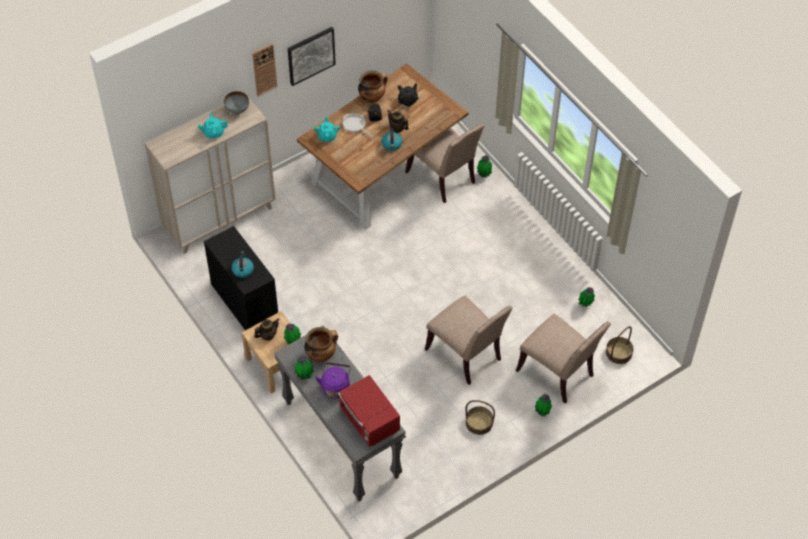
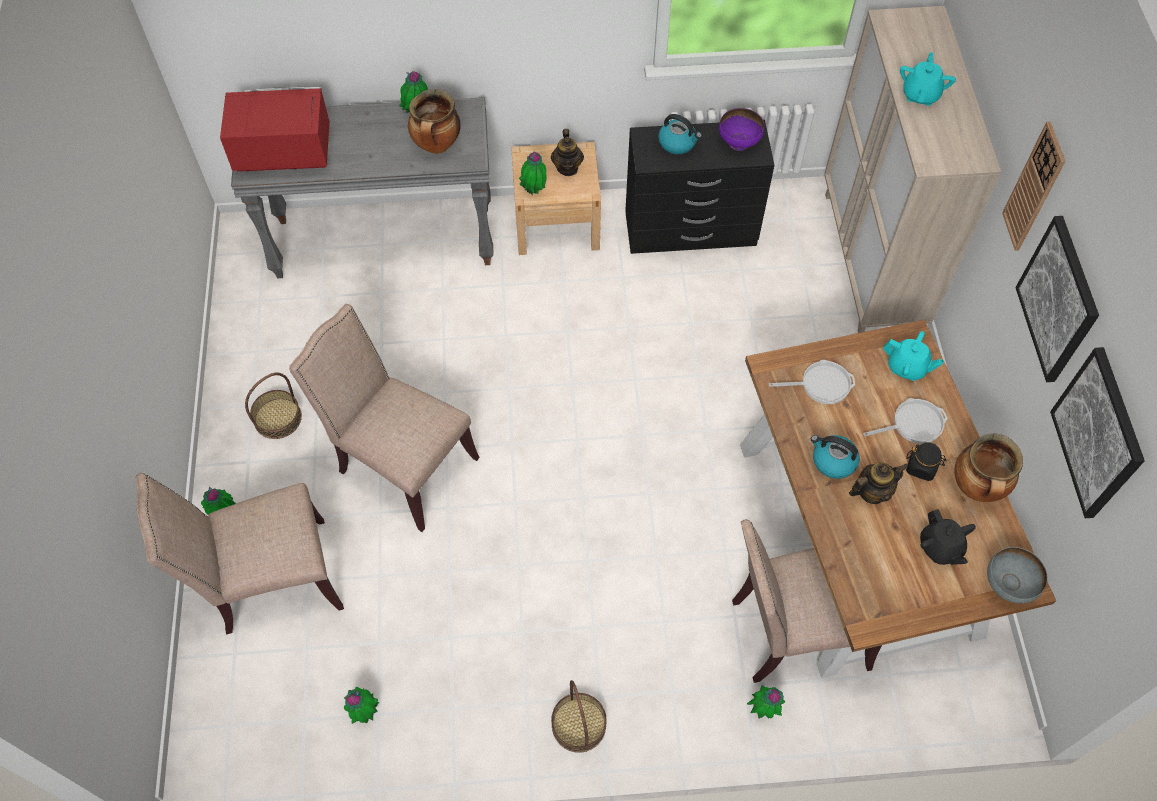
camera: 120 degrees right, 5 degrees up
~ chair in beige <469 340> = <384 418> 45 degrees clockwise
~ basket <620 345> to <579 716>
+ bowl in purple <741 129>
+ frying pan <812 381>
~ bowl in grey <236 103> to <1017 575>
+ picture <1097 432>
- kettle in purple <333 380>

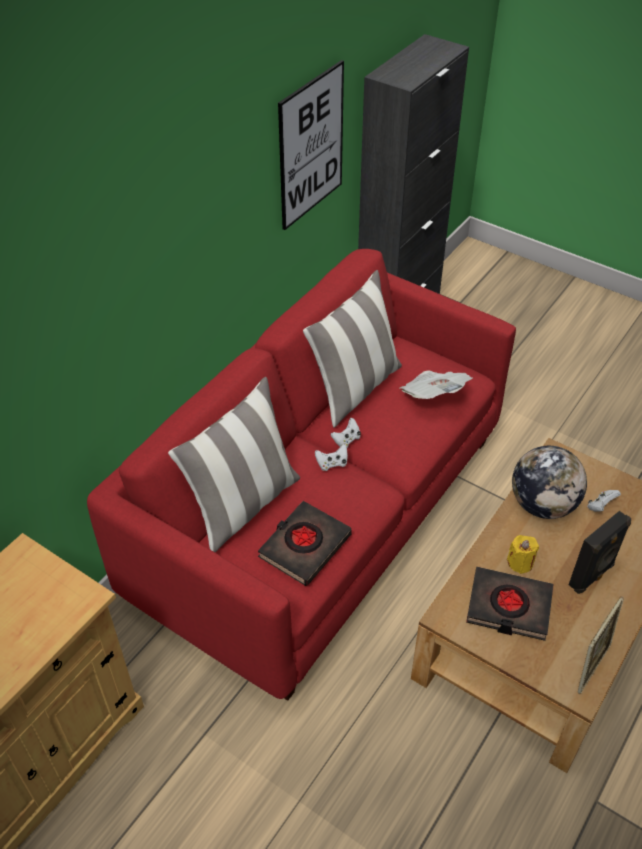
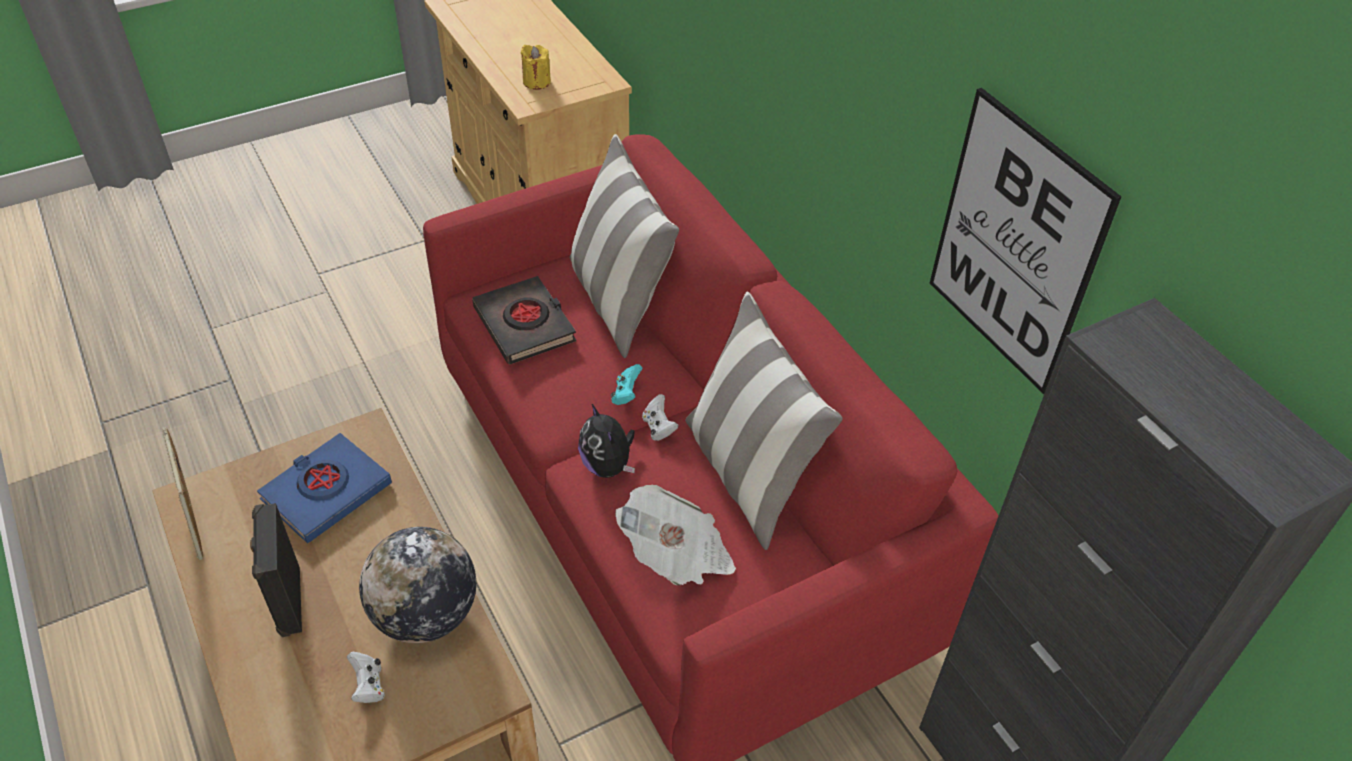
camera: 115 degrees right, 0 degrees up
~ book in black <510 604> to book in blue <324 488>
~ candle in yellow <523 554> to <536 67>
+ plush toy <606 441>
~ game controller in white <331 457> to game controller in turquoise <627 384>

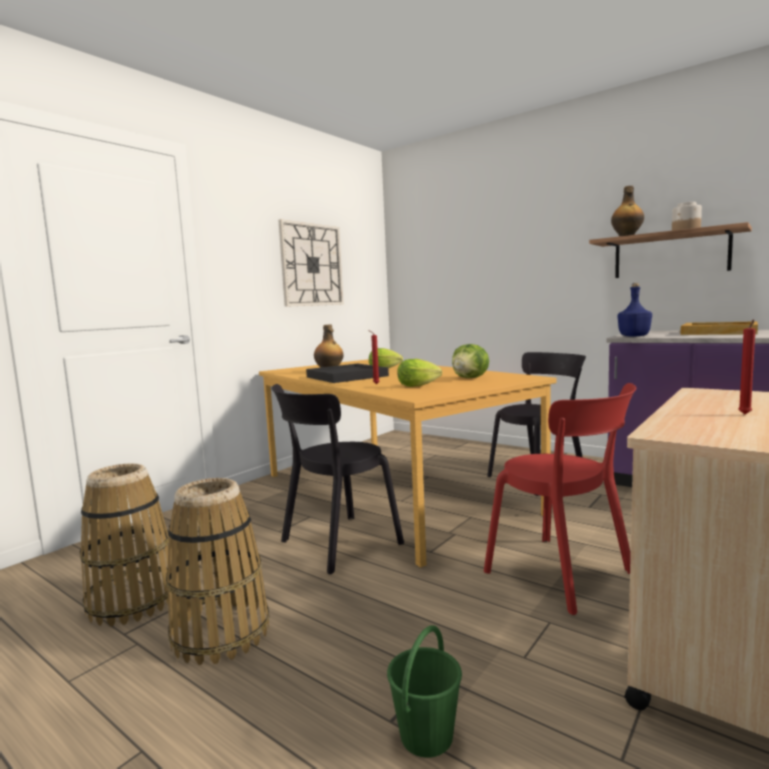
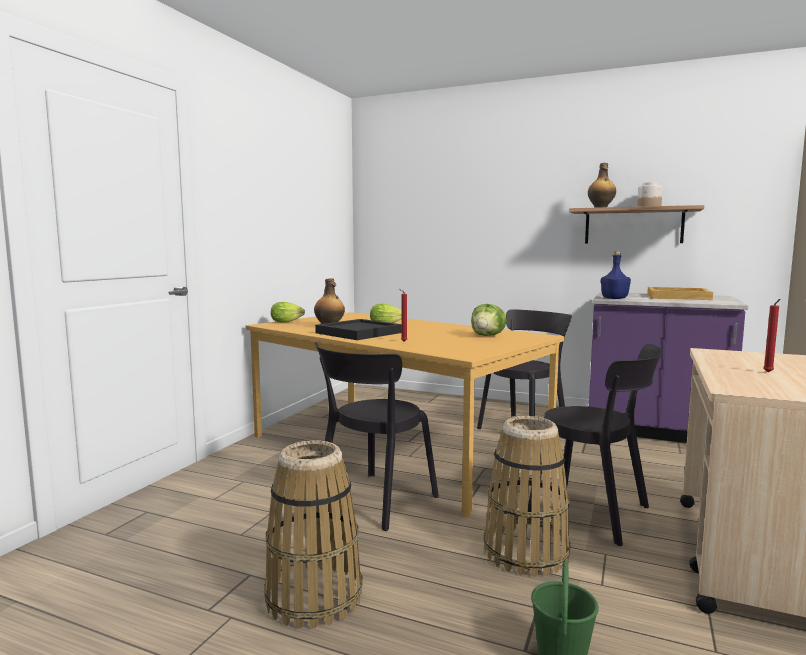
camera: 15 degrees left, 0 degrees up
~ lettuce <419 373> to <288 312>
~ basket <124 544> to <526 496>
~ chair in red <560 499> to chair in black <595 445>
- wall clock <311 263>

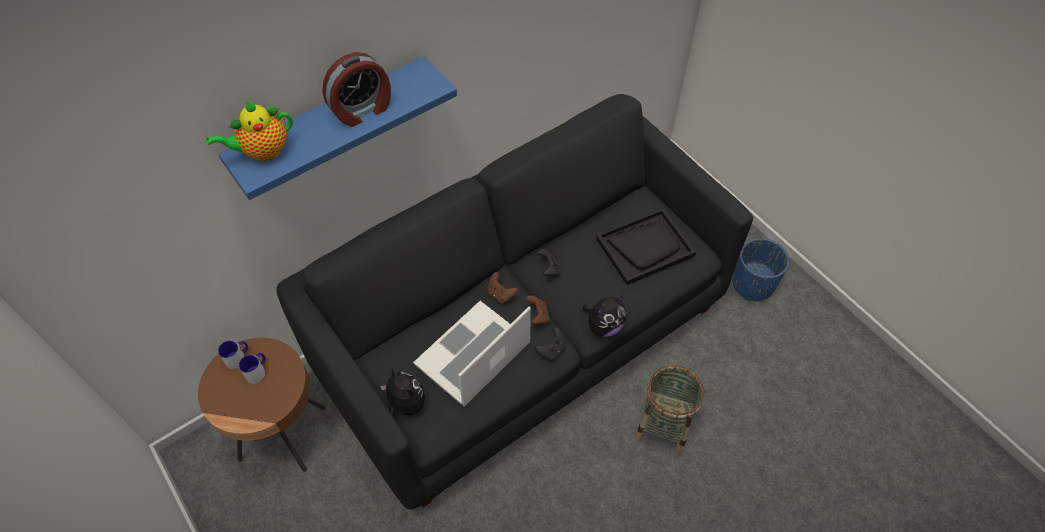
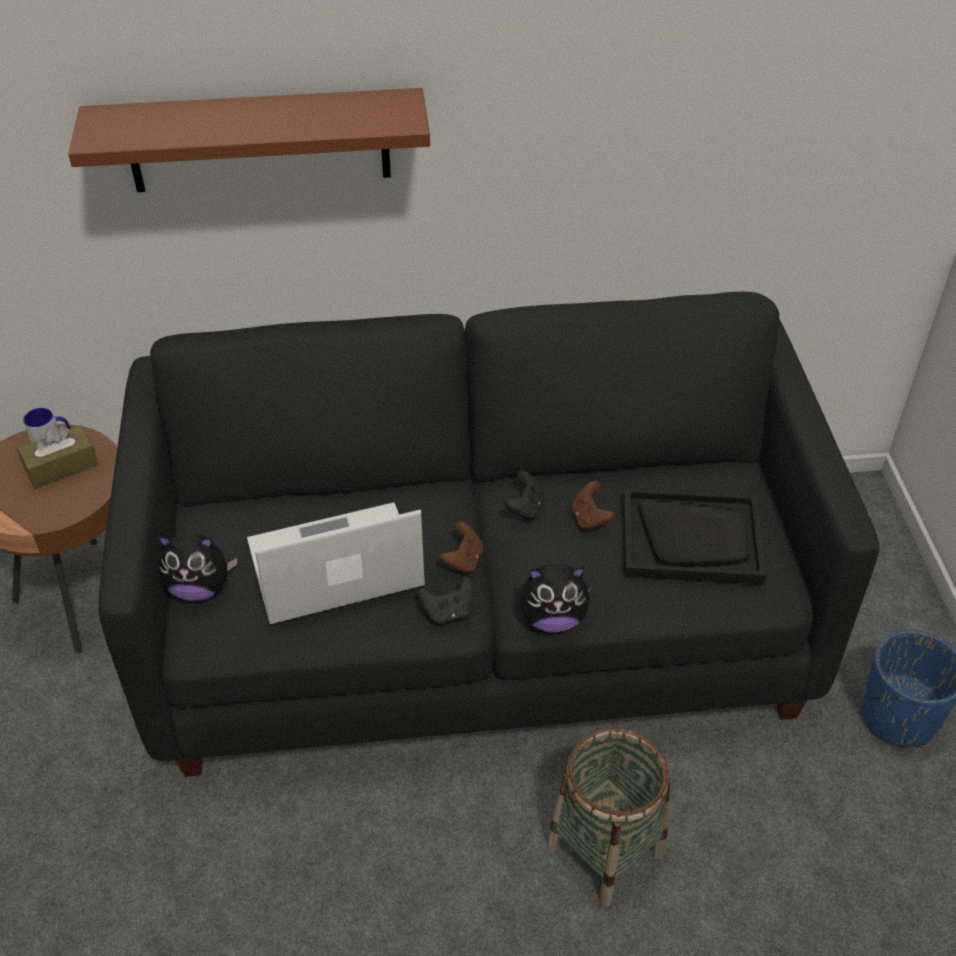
camera: 30 degrees right, 10 degrees down
~ mug <252 368> to tissue box in brown <58 457>
~ shelf in blue <338 128> to shelf in brown <249 140>
~ plush toy <402 392> = <197 567> 105 degrees clockwise
~ game controller in brown <502 287> to <593 506>
- teapot <249 131>
- alarm clock <357 89>

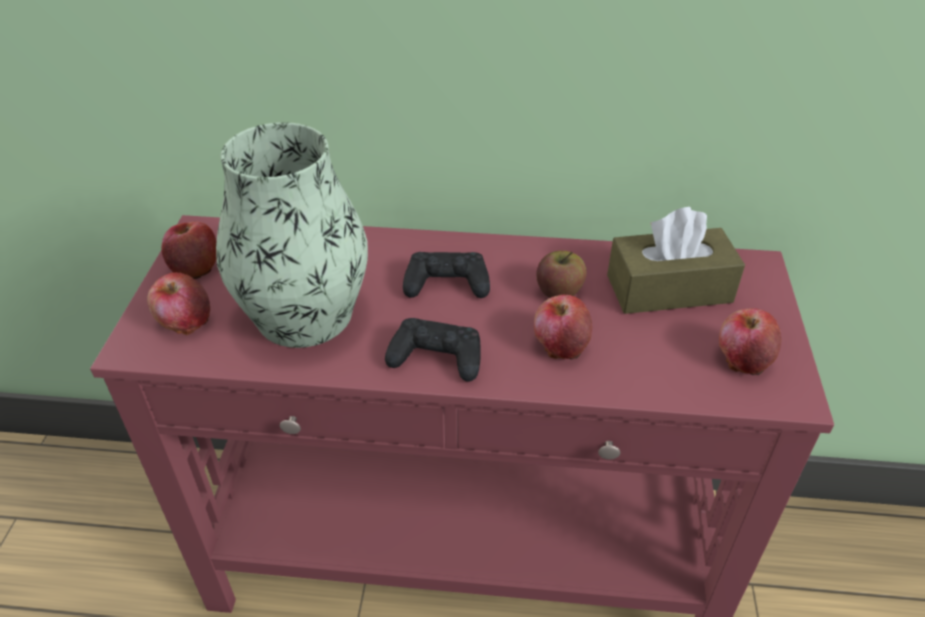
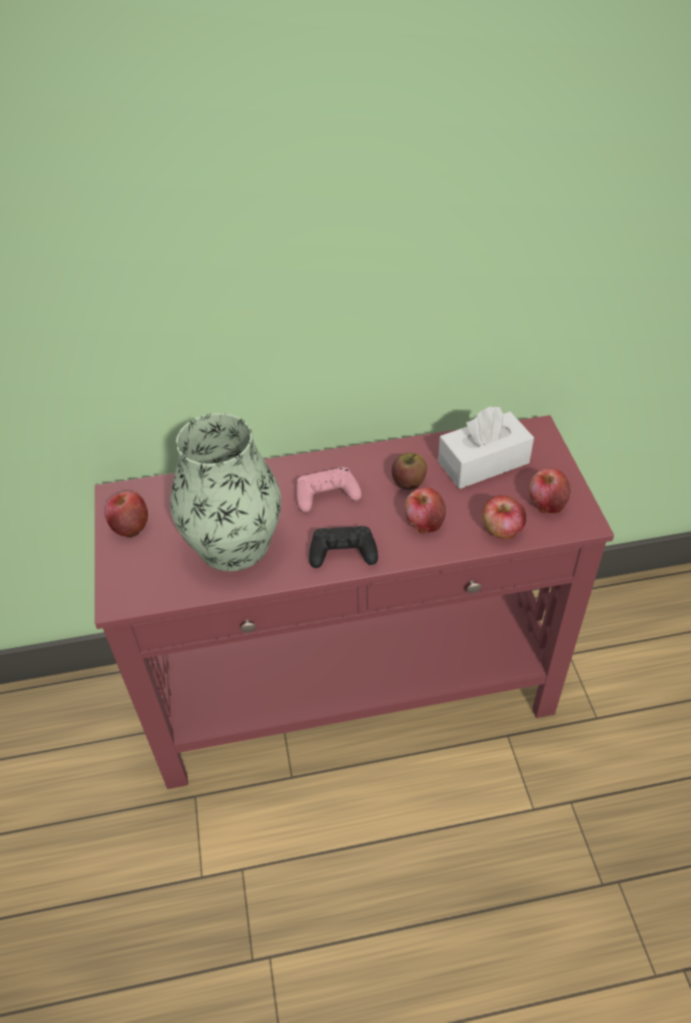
camera: 15 degrees left, 5 degrees up
~ game controller in black <446 275> to game controller in pink <329 489>
~ tissue box in brown <676 260> to tissue box in white <486 447>
~ apple <178 303> to <504 517>

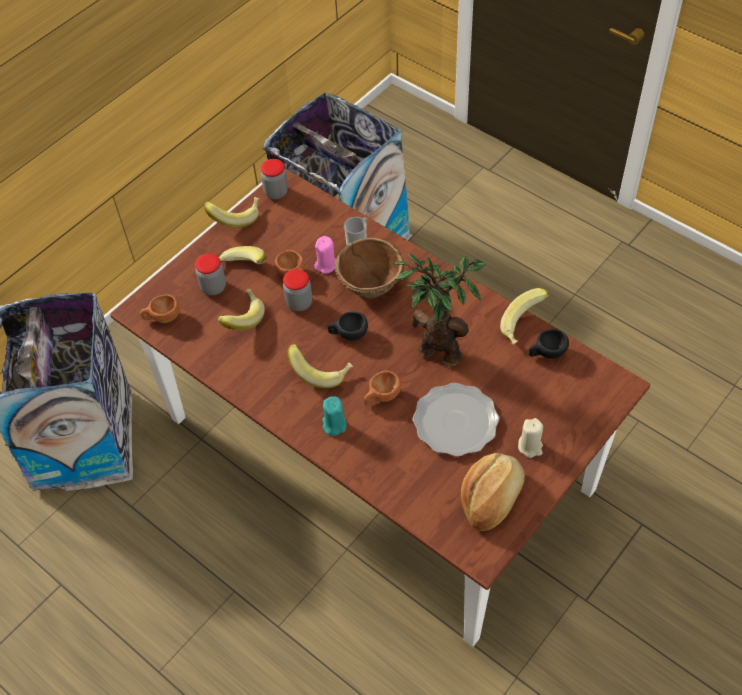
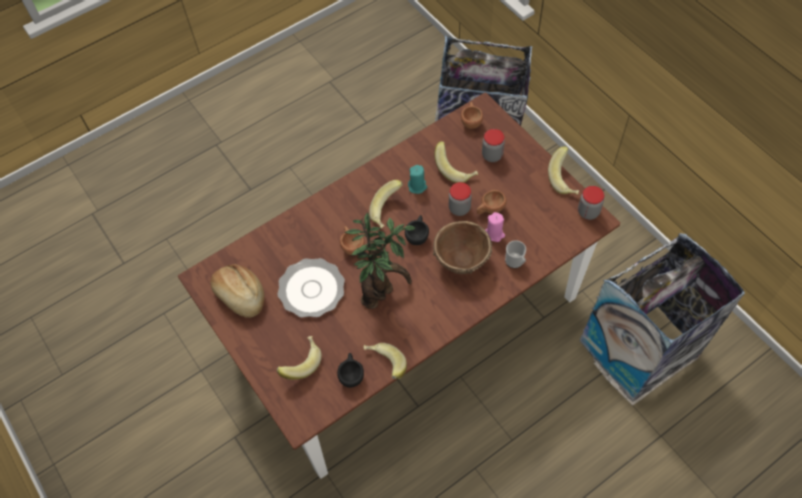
camera: 105 degrees right, 5 degrees up
~ banana <242 255> to <299 358>
~ candle in turquoise <334 416> to <417 179>
- candle in beige <530 438>

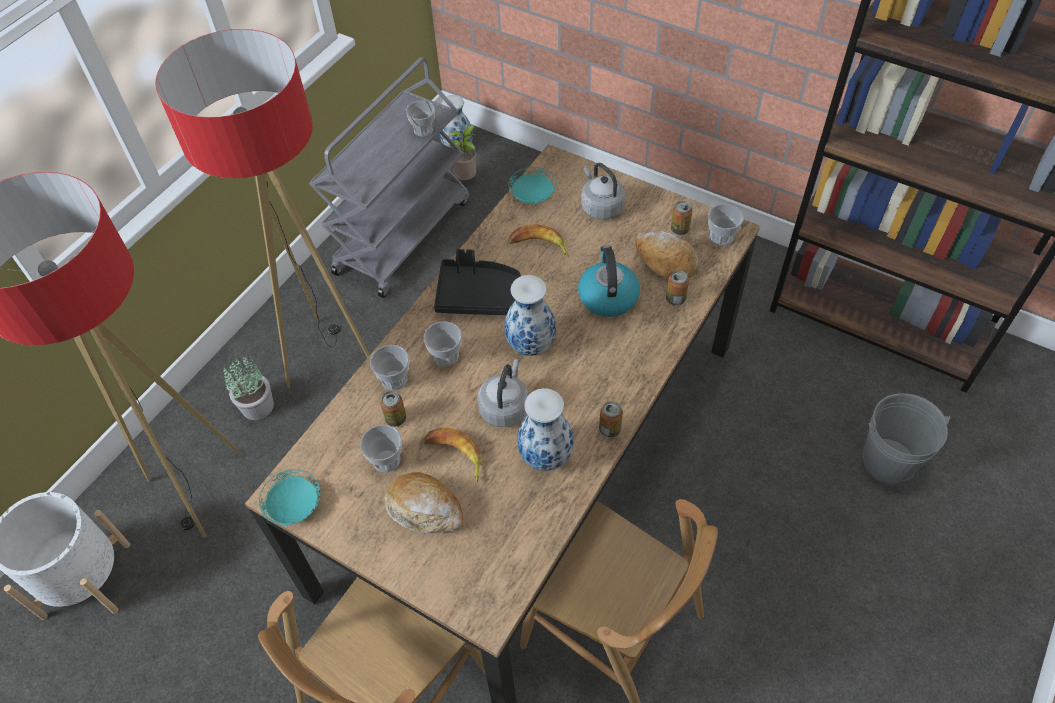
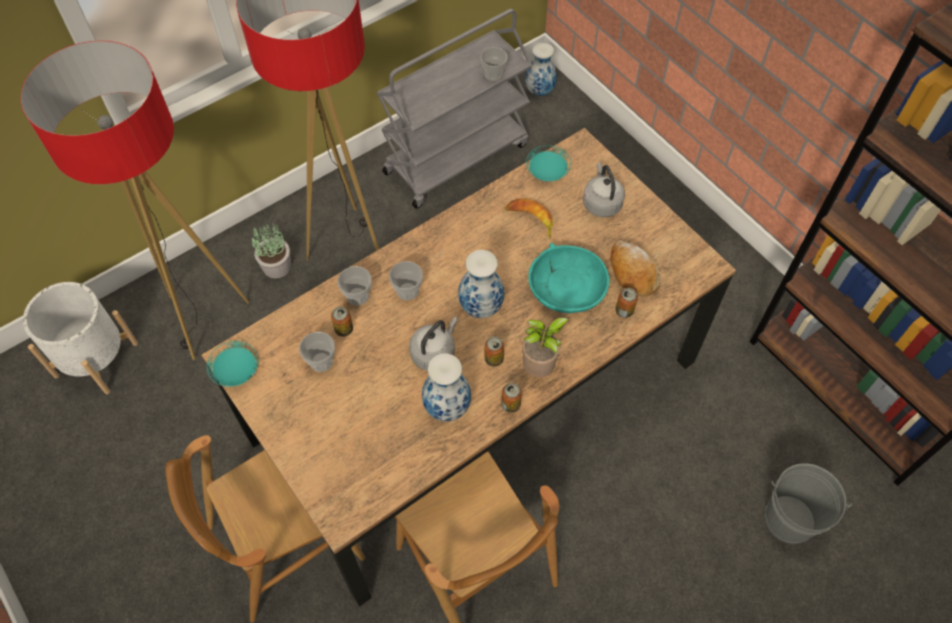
camera: 20 degrees right, 5 degrees up
~ can <681 218> to <494 351>
~ potted plant <462 152> to <545 347>
~ kettle <609 281> to bowl in turquoise <568 278>
- bread <423 502>
- banana <453 455>
- tray in black <477 282>
- cup <726 225>

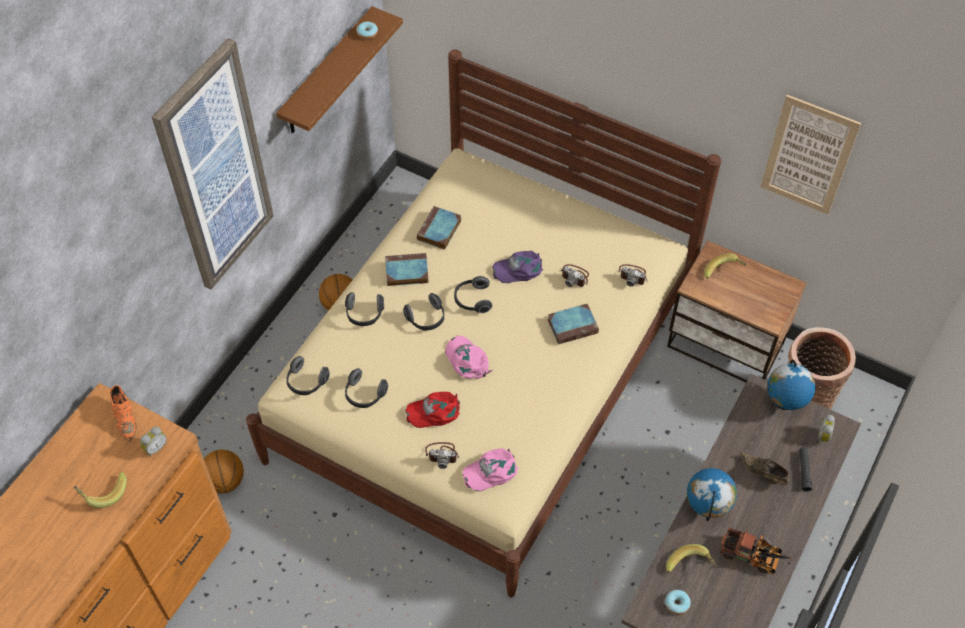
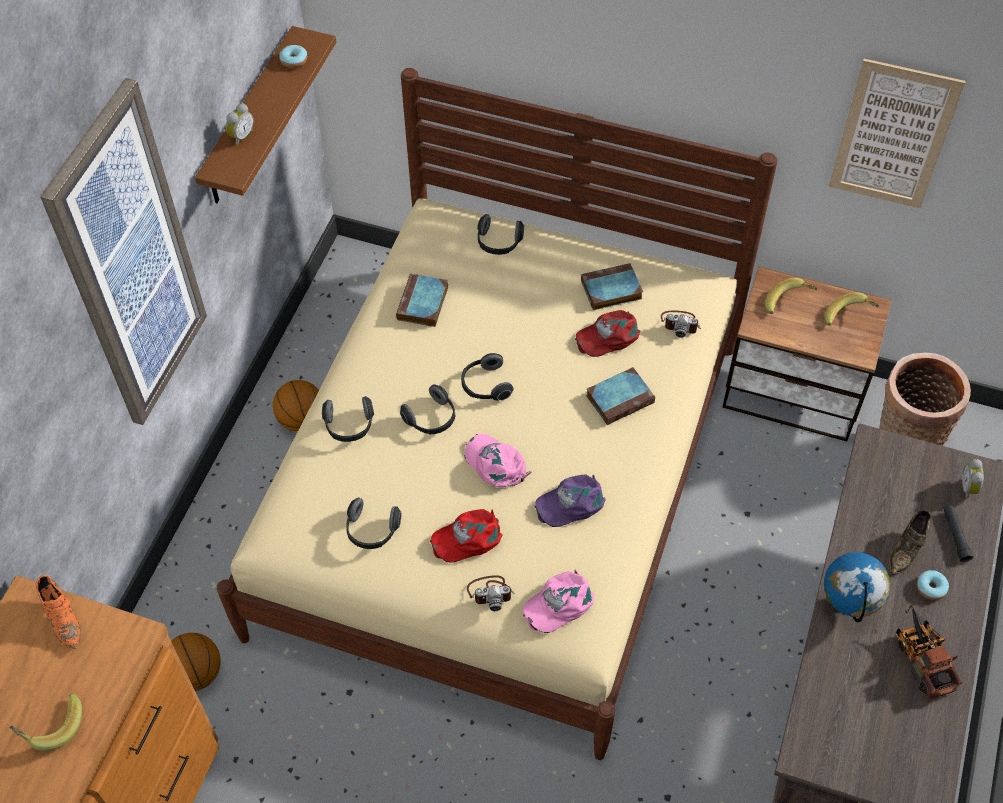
camera: 10 degrees left, 0 degrees up
~ alarm clock <153 442> to <240 124>
~ headphones <308 375> to <500 234>
~ cap in purple <517 267> to <570 500>
~ photo camera <575 275> to cap in red <607 333>
~ book <407 269> to <612 286>
~ banana <691 558> to <852 309>
~ shoe in brown <765 468> = <910 542> 90 degrees counterclockwise
~ toy truck <755 551> = <928 651> 120 degrees counterclockwise
~ donut <677 602> to <933 585>
- globe <791 385>

